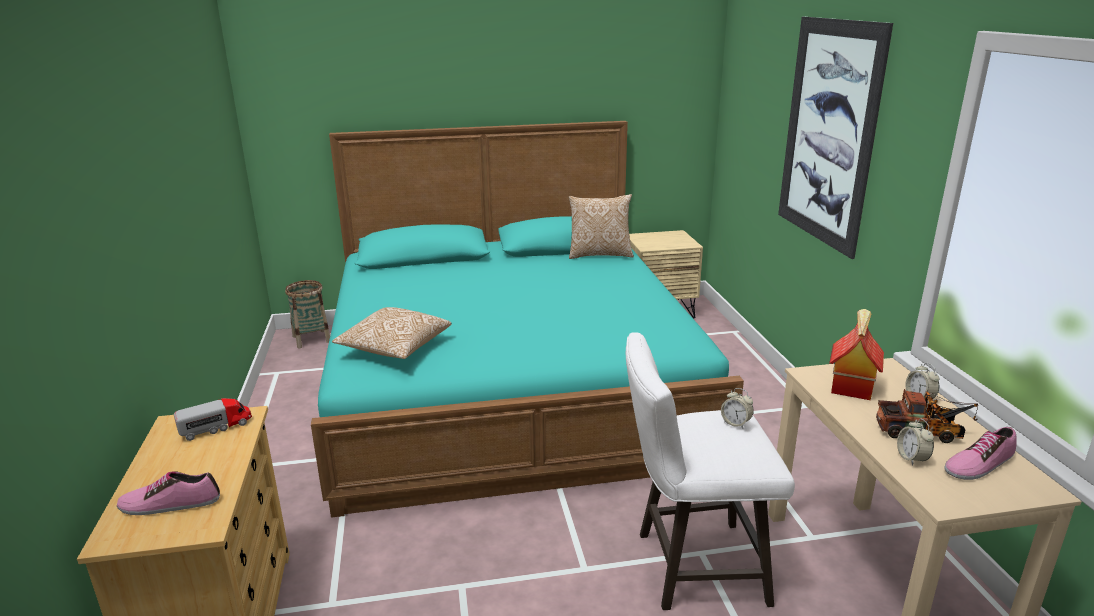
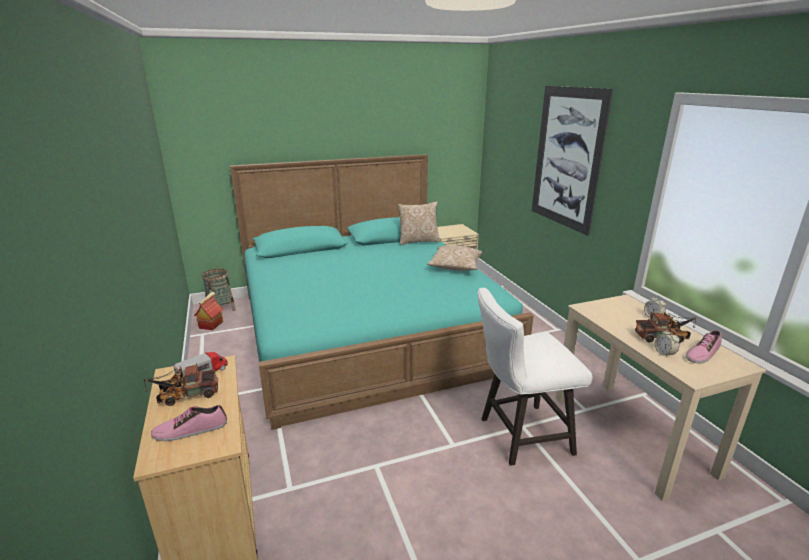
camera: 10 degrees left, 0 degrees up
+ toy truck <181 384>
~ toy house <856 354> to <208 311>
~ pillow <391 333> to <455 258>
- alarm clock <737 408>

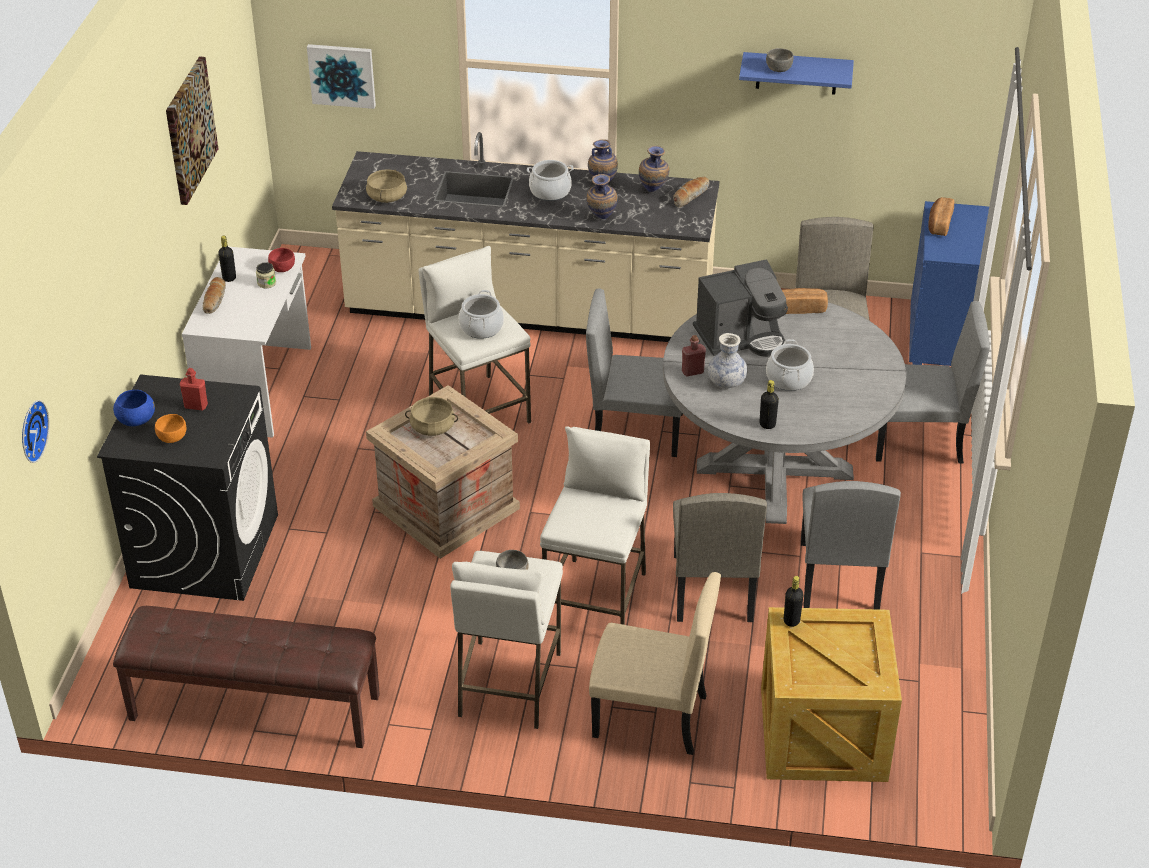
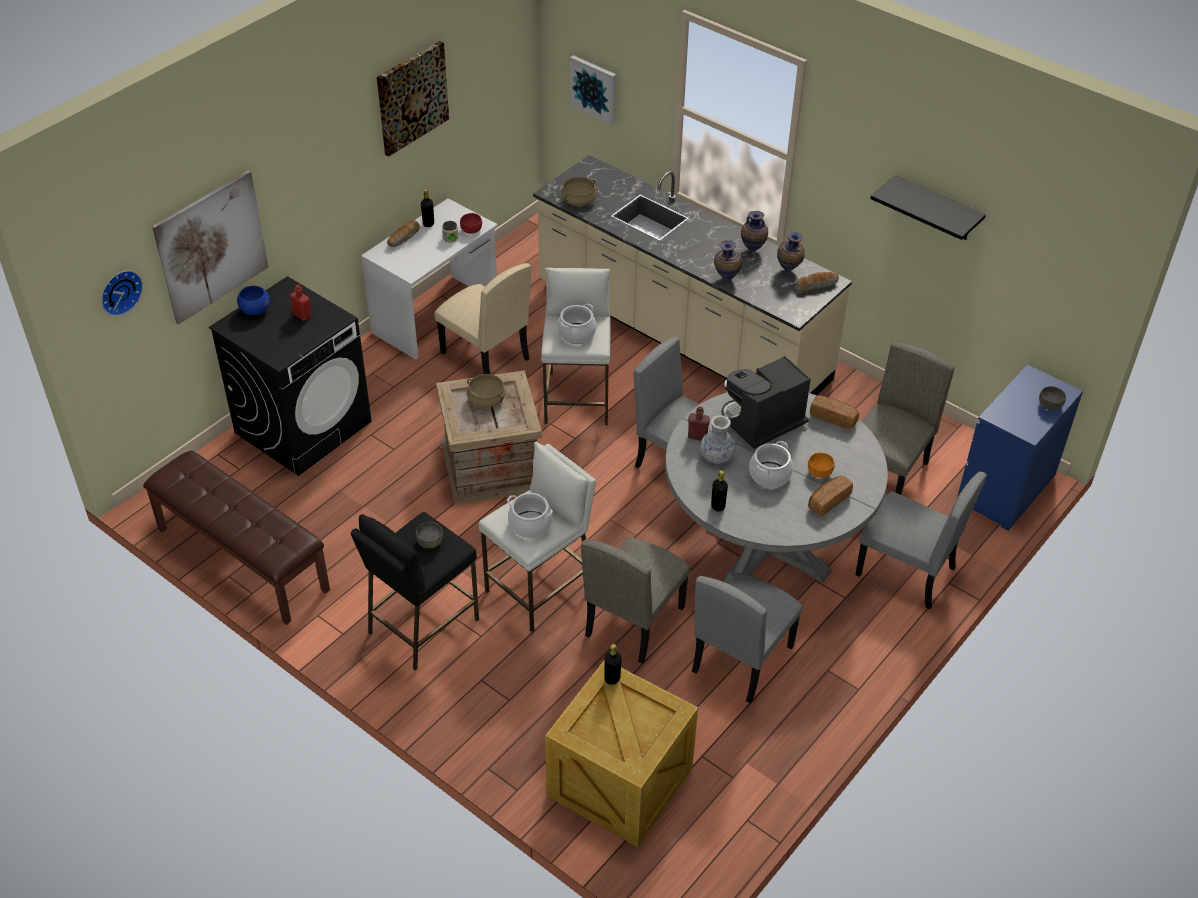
camera: 30 degrees right, 5 degrees up
+ picture <210 247>
~ stool in white <506 640> to stool in black <415 591>
~ chair in beige <655 663> to <482 318>
~ cooking pot <550 180> to <530 515>
~ coffee machine <740 308> = <766 402> 135 degrees clockwise
~ bowl in orange <170 428> to <821 465>
~ bread <941 216> to <830 496>
~ shelf in blue <796 73> to shelf in black <928 207>
~ bowl in grey <779 60> to <1052 398>

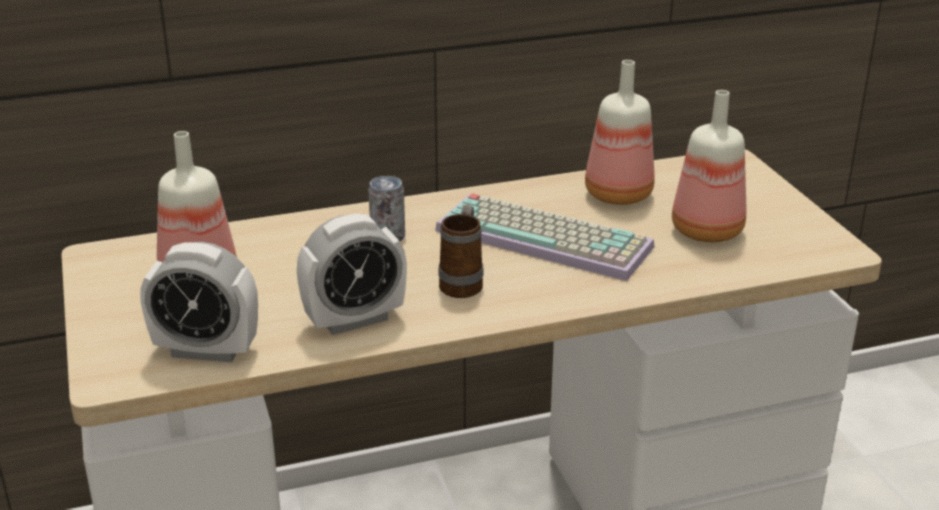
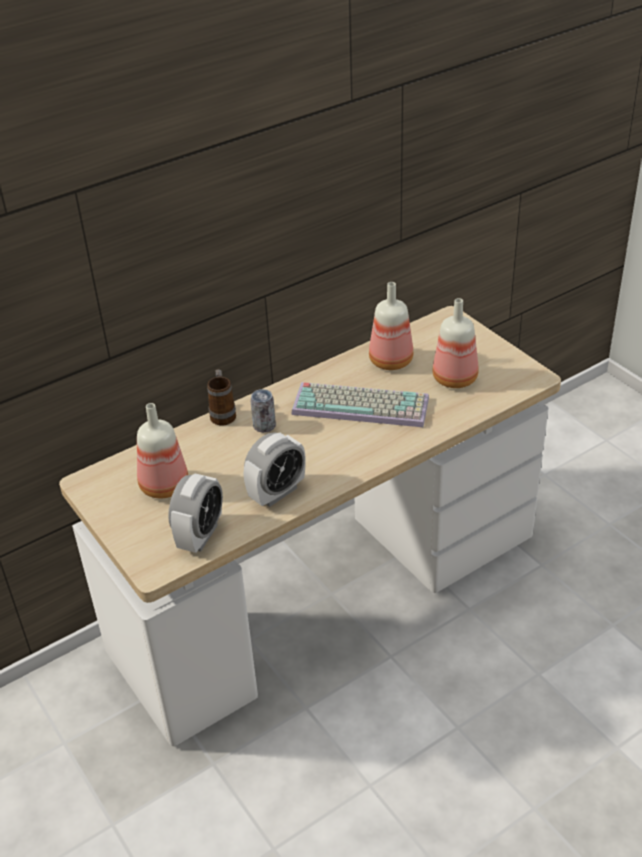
camera: 15 degrees left, 10 degrees up
~ alarm clock <199 302> = <195 513> 60 degrees counterclockwise
~ mug <461 251> to <221 397>

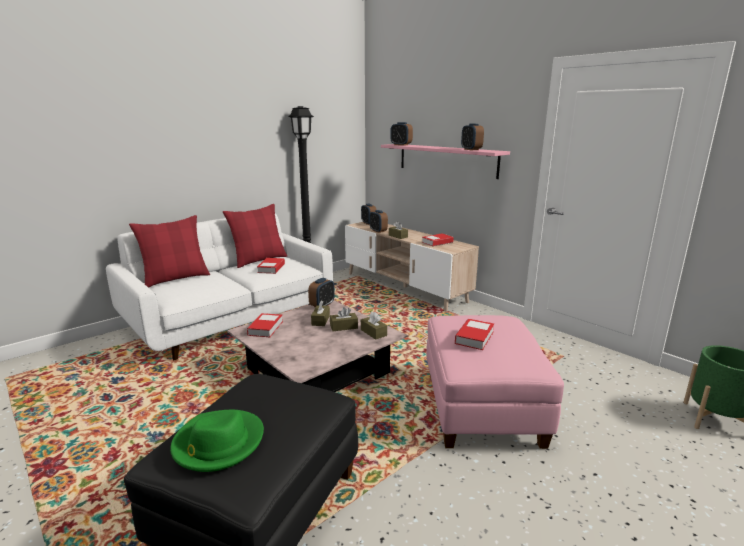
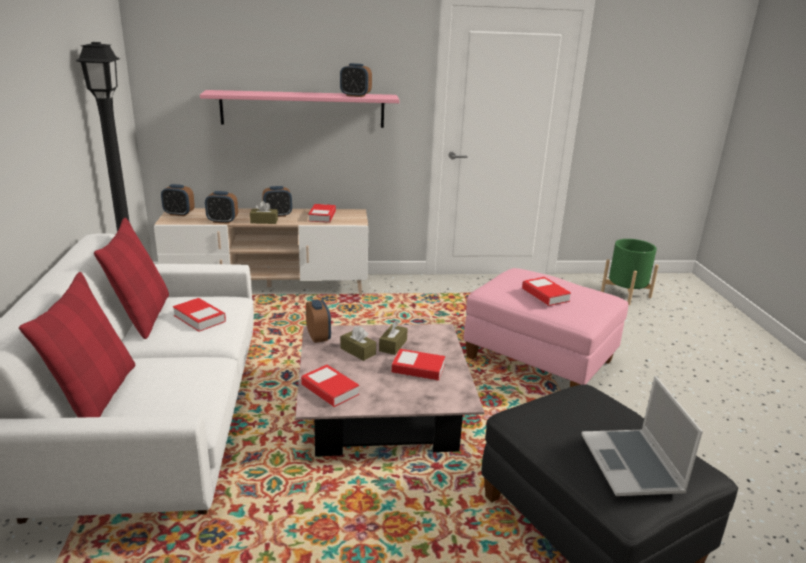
camera: 55 degrees left, 5 degrees up
~ alarm clock <401 134> to <277 201>
+ book <418 365>
~ hat in green <217 441> to laptop <642 436>
- tissue box in brown <374 326>

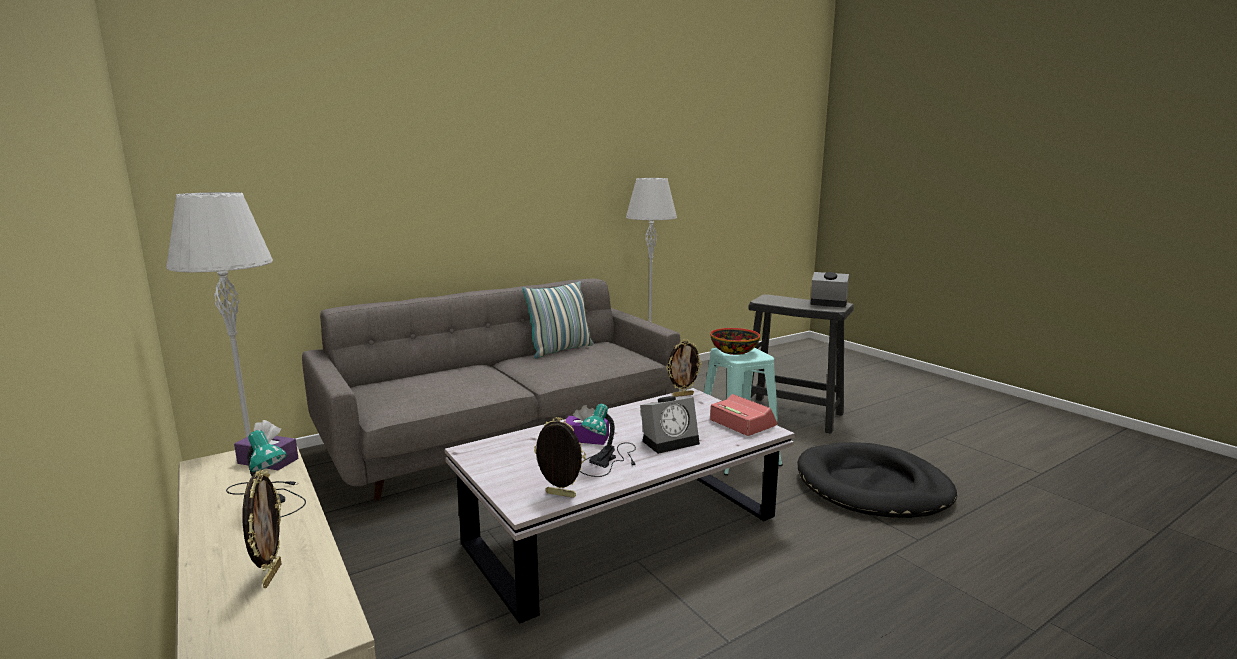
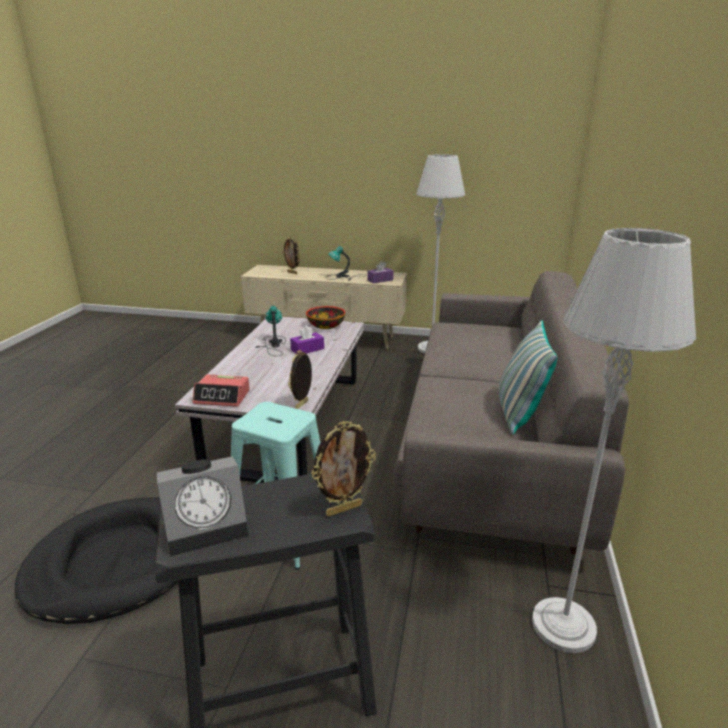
camera: 135 degrees right, 10 degrees up
~ bowl <735 341> to <325 317>
~ picture frame <560 457> to <343 468>
- alarm clock <670 425>

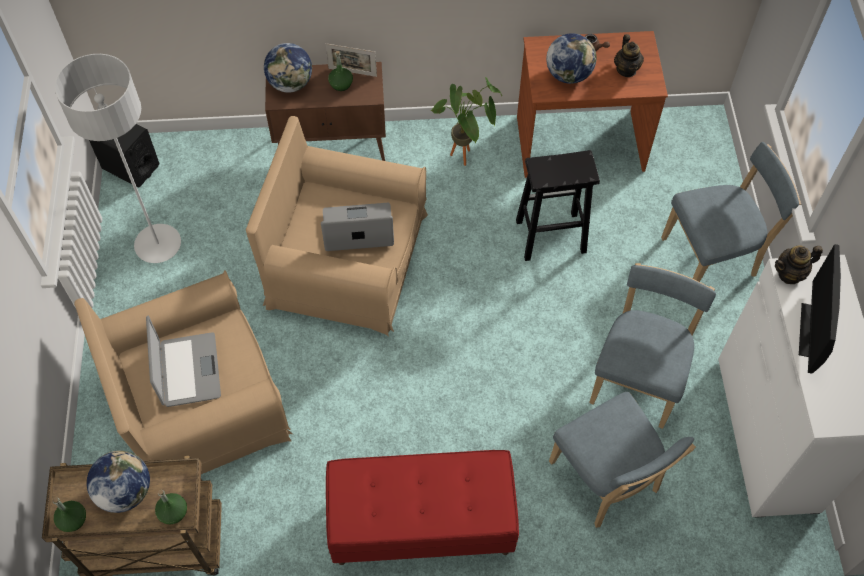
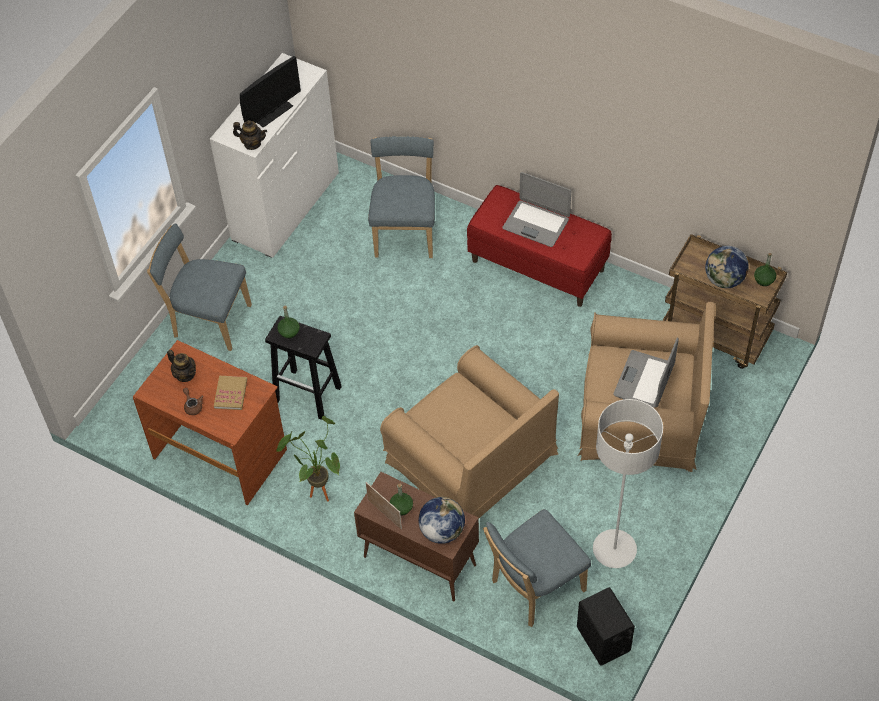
camera: 145 degrees left, 5 degrees down
~ teapot <629 55> = <181 366> 105 degrees clockwise
~ globe <571 58> to book <230 393>
~ bottle in green <171 507> to <288 322>
~ chair in blue <652 346> to <537 568>
~ laptop <357 227> to <536 209>

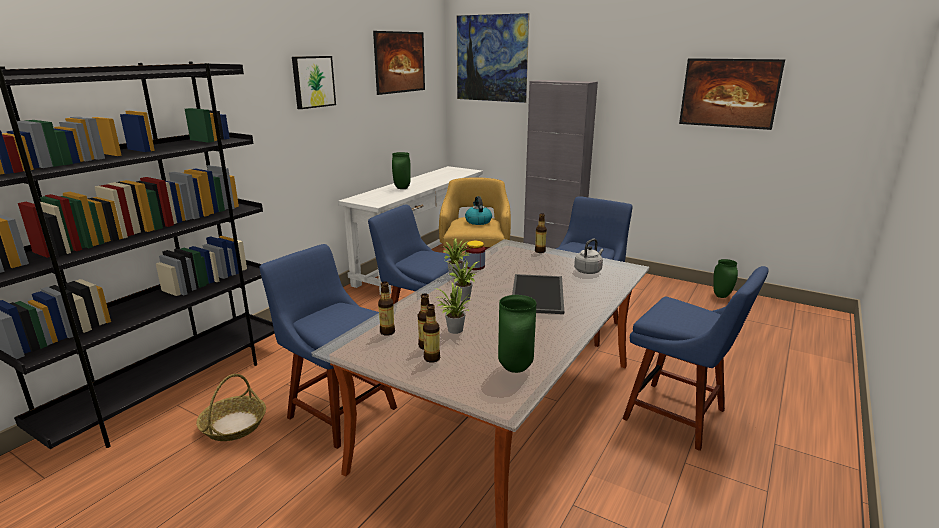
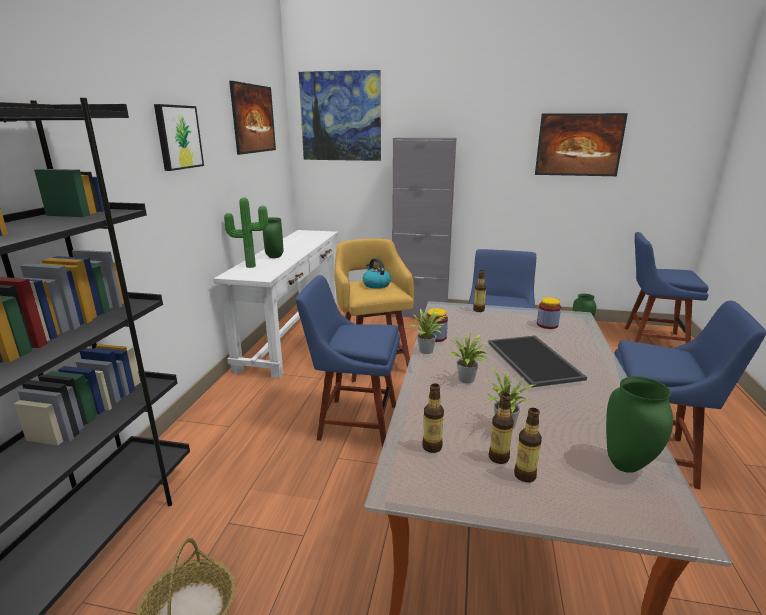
camera: 20 degrees left, 0 degrees up
+ potted plant <246 232>
~ kettle in grey <588 256> to jar <549 313>
~ chair in blue <328 346> to <667 287>

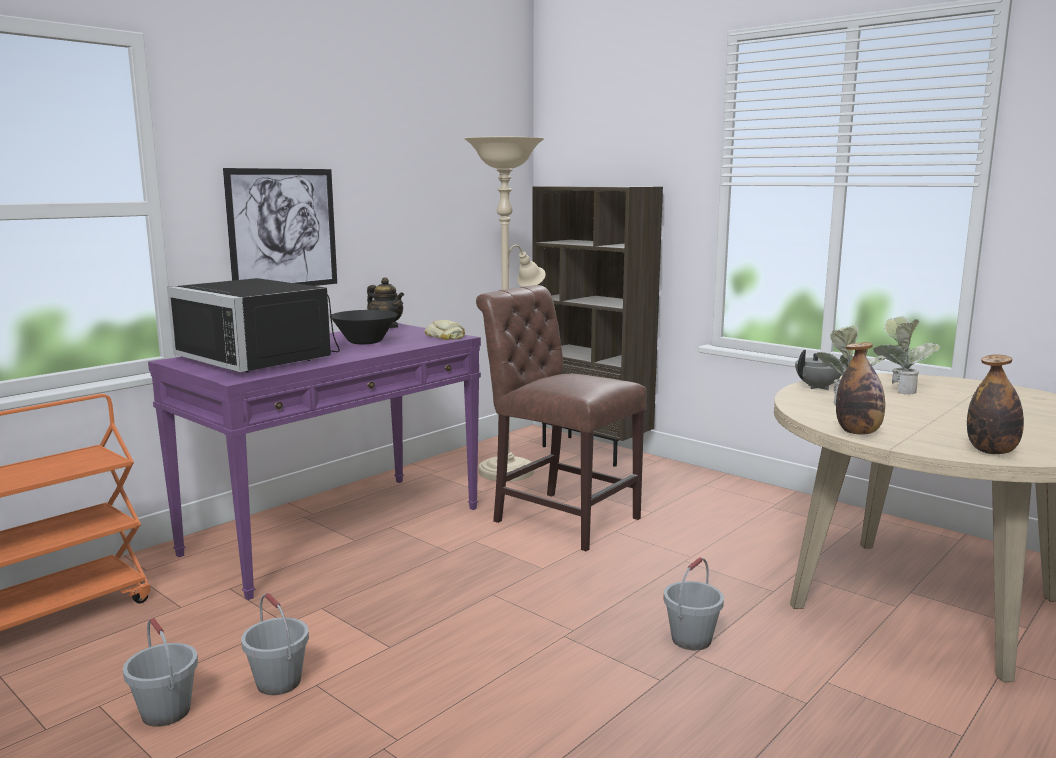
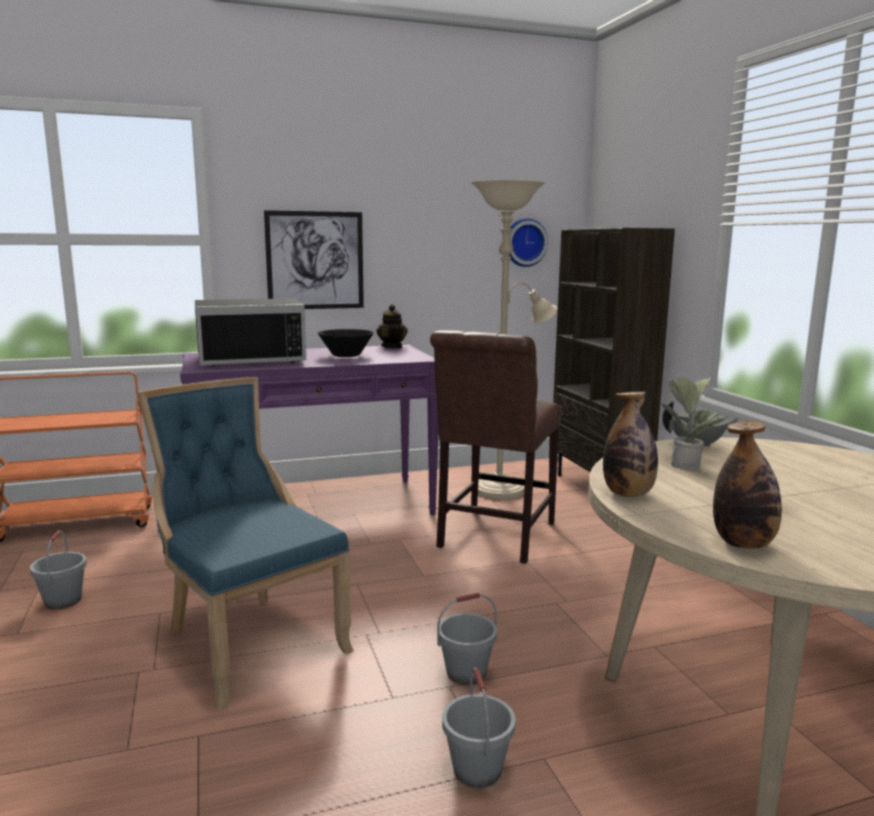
camera: 30 degrees right, 0 degrees up
+ chair in blue <245 544>
~ microwave in black <253 325> = <250 332> 90 degrees counterclockwise
~ chair in brown <561 418> = <495 447> 135 degrees counterclockwise
~ bucket in grey <275 644> to <479 728>
+ wall clock <528 242>
- bread <445 330>
- potted plant <906 355>

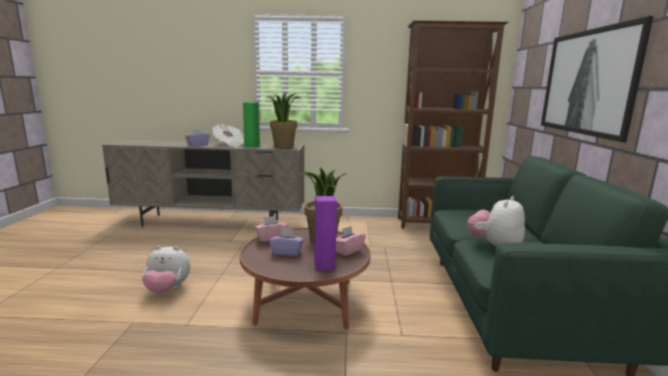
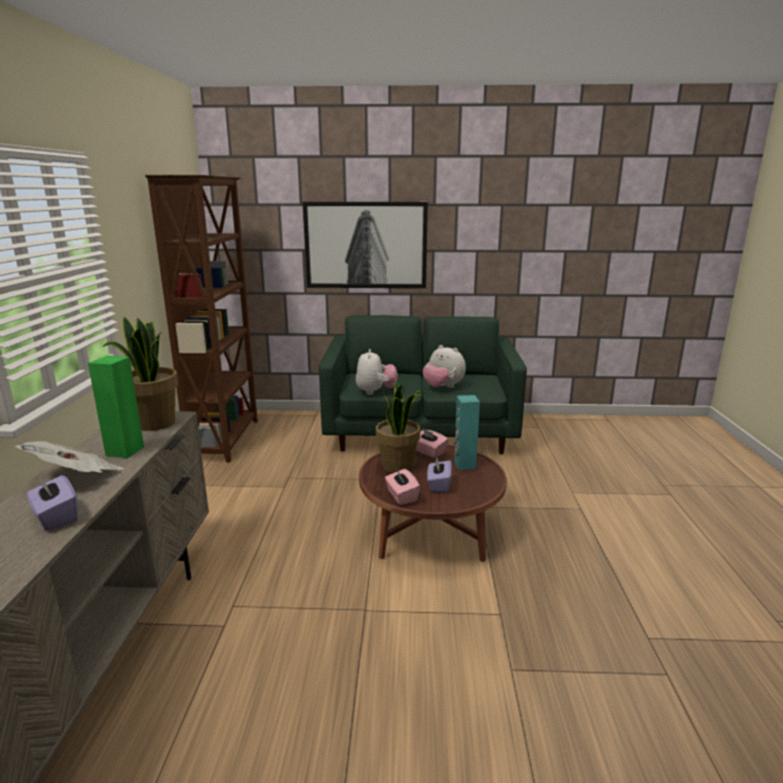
camera: 90 degrees left, 5 degrees up
~ plush toy <166 270> to <376 372>
~ speaker in purple <325 233> to speaker in turquoise <467 432>

